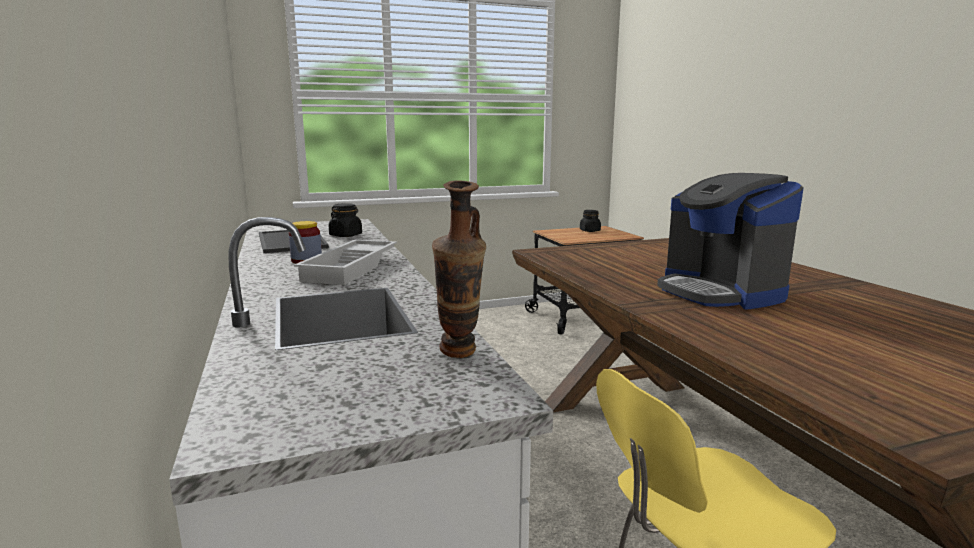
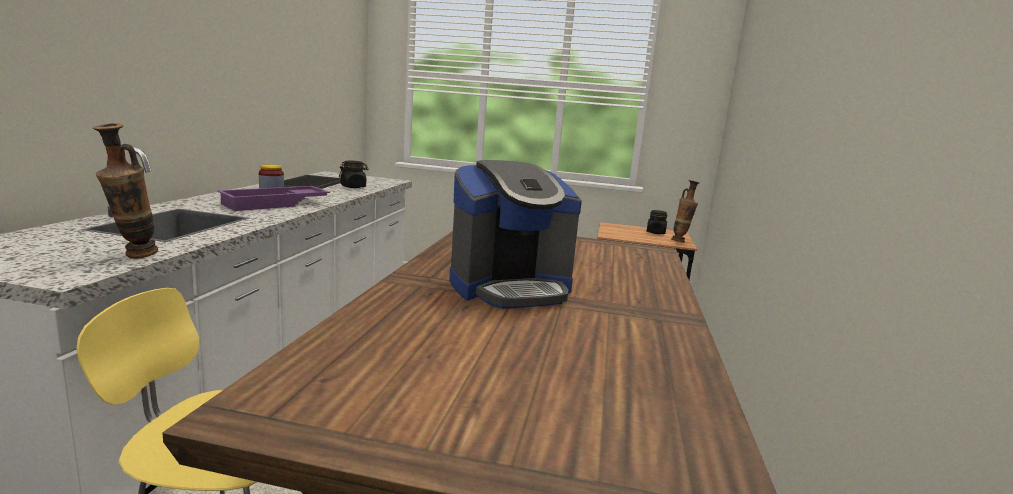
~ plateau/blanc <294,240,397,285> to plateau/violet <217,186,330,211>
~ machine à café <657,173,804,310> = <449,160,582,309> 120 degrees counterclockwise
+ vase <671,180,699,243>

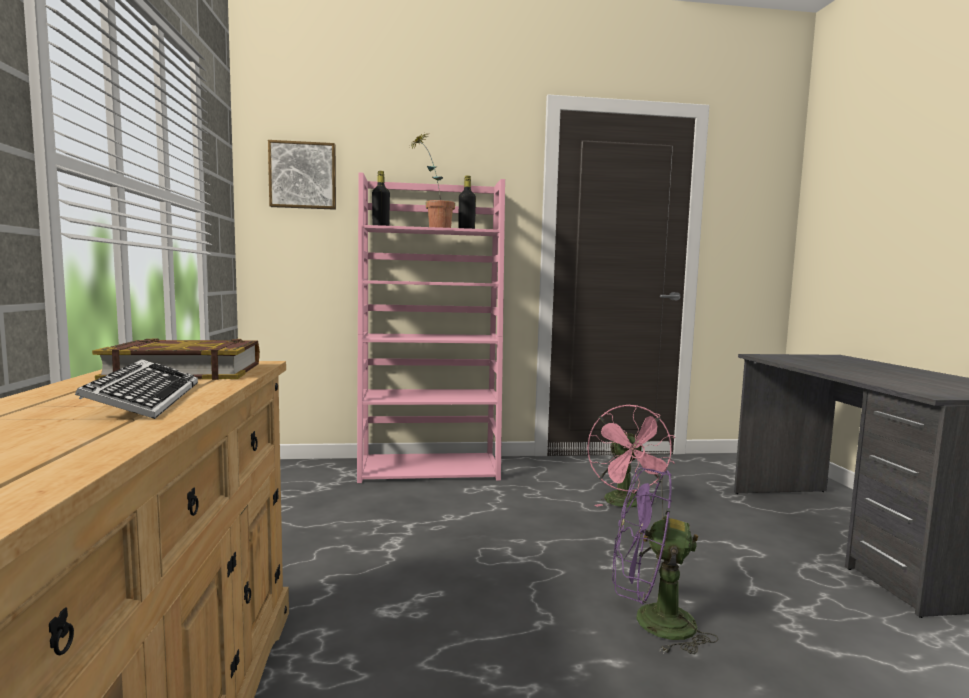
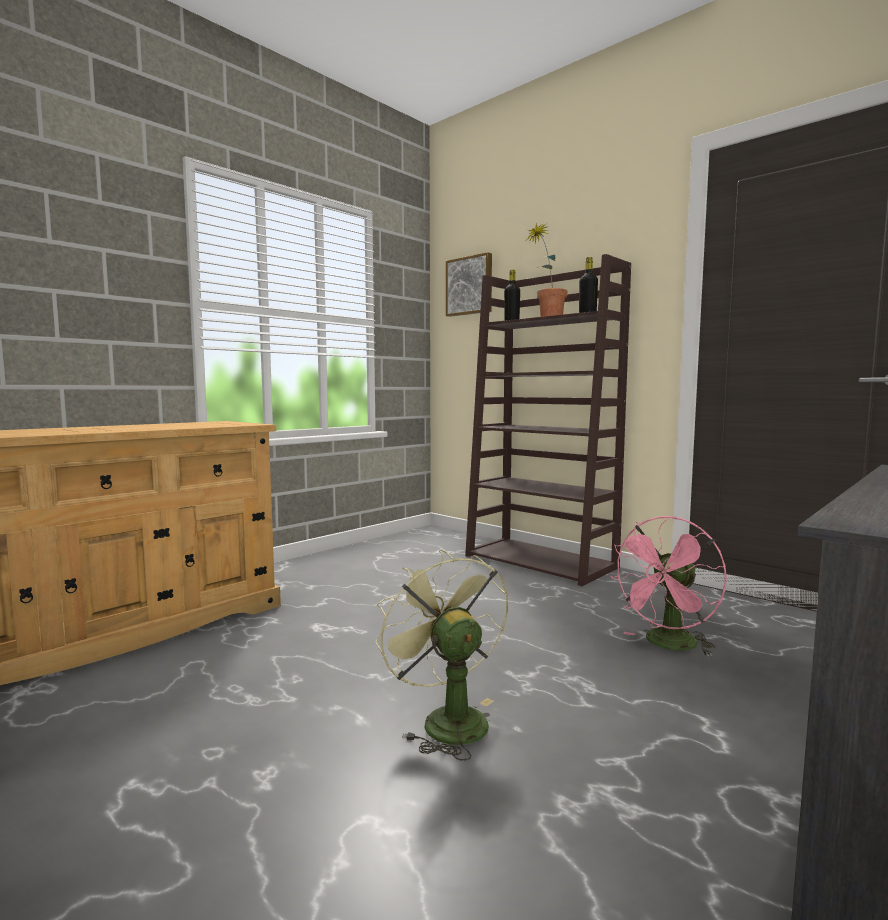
~ ventilateur/violet <612,467,718,654> to ventilateur/vert <375,549,508,761>
~ bibliothèque/rose <357,173,505,483> to bibliothèque/marron <465,254,631,586>
- clavier <75,359,198,419>
- livre <92,338,260,380>

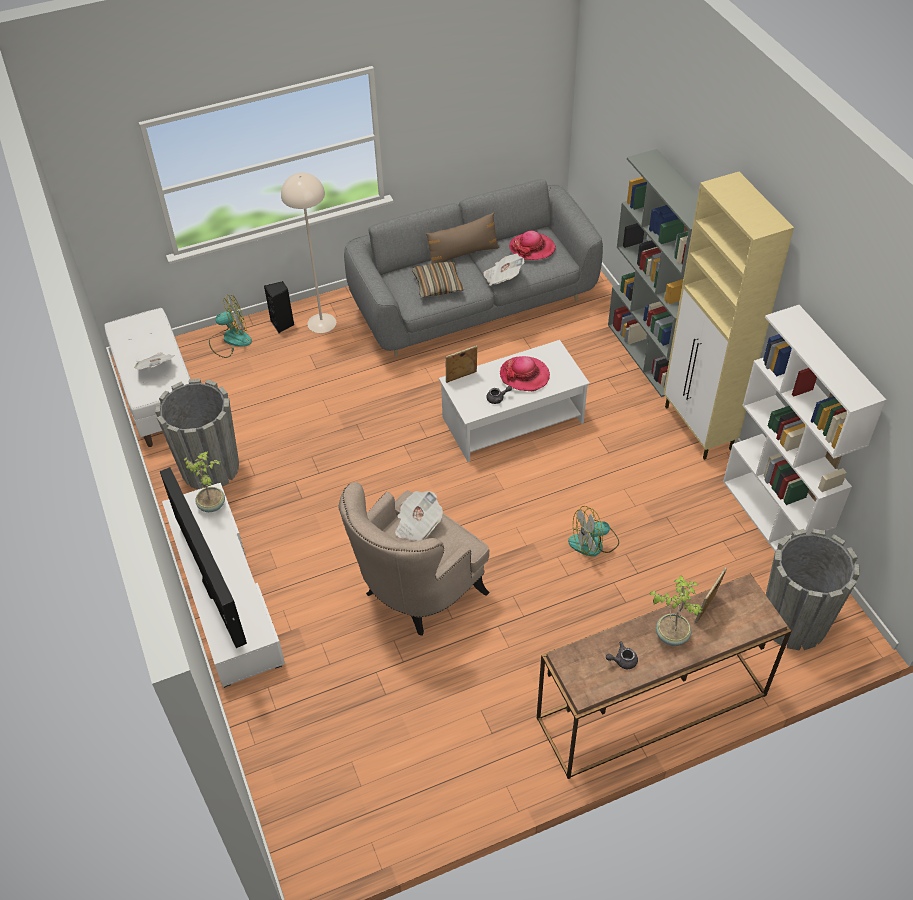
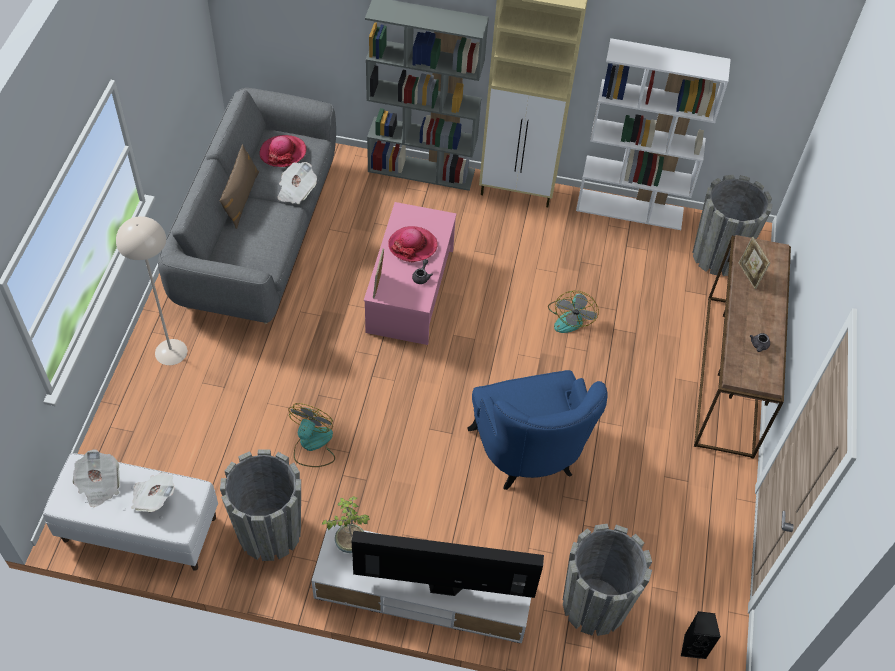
~ journal <395,491,443,541> to <72,449,120,507>
~ ventilateur <209,295,252,358> to <288,403,335,467>
~ table basse/blanc <439,340,590,462> to table basse/rose <364,202,457,345>
~ fauteuil/beige <338,482,490,636> to fauteuil/bleu <467,370,608,490>
+ cache-pot/gris <563,524,652,636>
~ enceinte/noir <264,281,294,333> to <681,611,721,659>
- coussin <412,261,465,298>
- plante en pot <650,575,703,646>

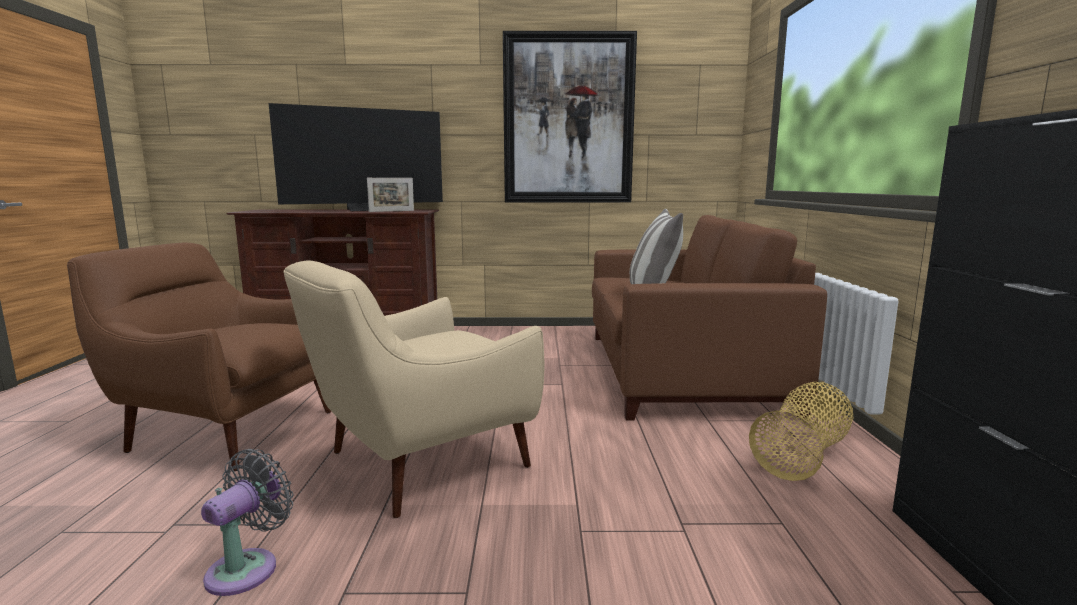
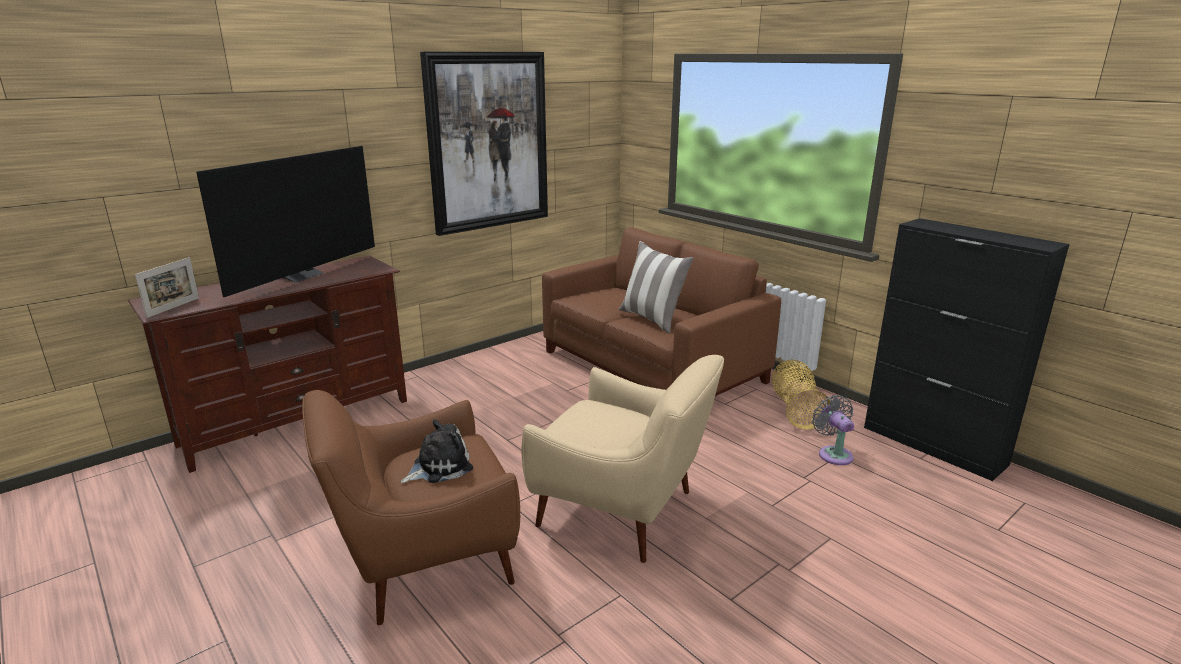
~ cadre photo <367,178,414,212> to <135,257,199,318>
+ peluche <400,419,473,483>
~ fauteuil/beige <283,261,544,518> = <522,355,724,563> 75 degrees counterclockwise
~ ventilateur/gris <201,449,293,596> to <812,395,854,465>

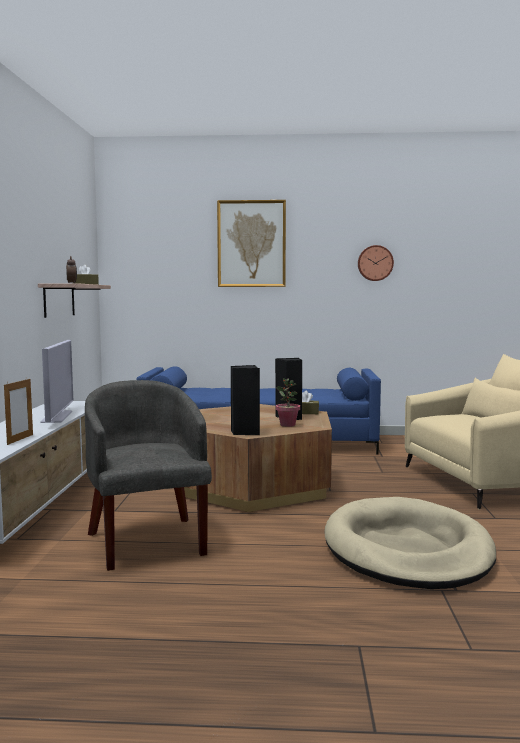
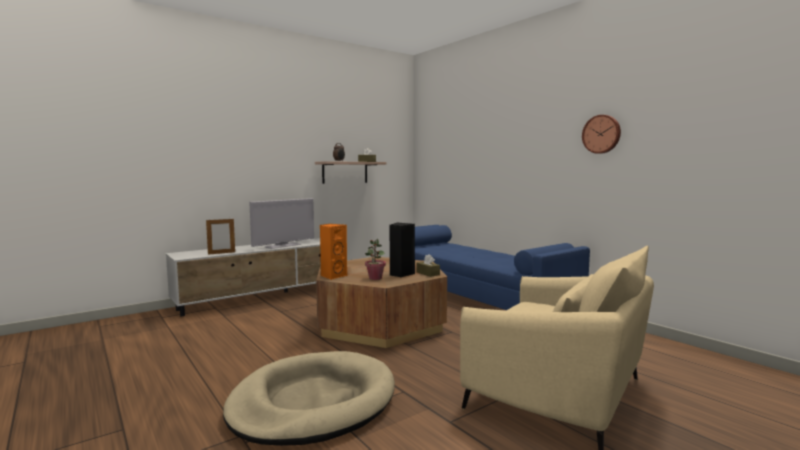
~ enceinte/noir <231,365,260,435> to enceinte/orange <320,224,347,280>
- fauteuil/gris <85,380,212,571>
- tableau <217,200,286,287>

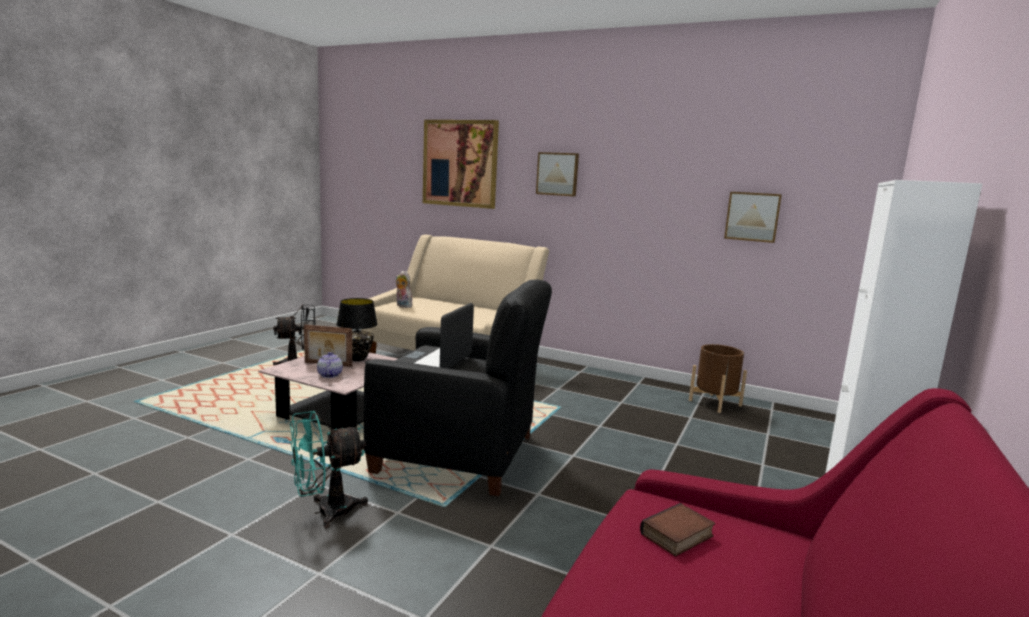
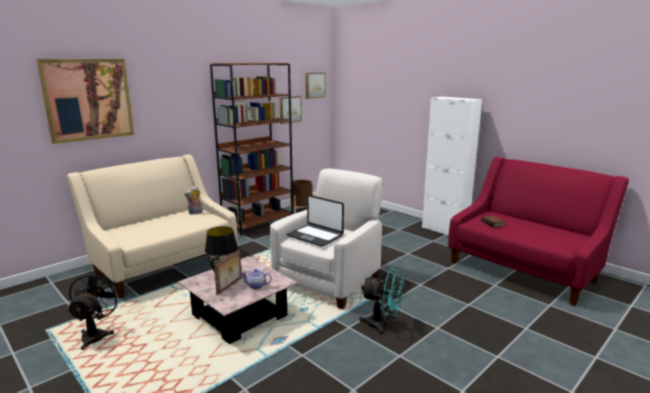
~ peluche <396,271,412,308> to <184,186,203,215>
+ bibliothèque/marron <210,63,293,235>
~ fauteuil/noir <364,280,552,496> to fauteuil/blanc <270,169,383,309>
~ tableau <536,152,579,196> to <305,72,326,99>
~ ventilateur/turquoise <290,411,368,528> = <359,268,404,334> 60 degrees counterclockwise

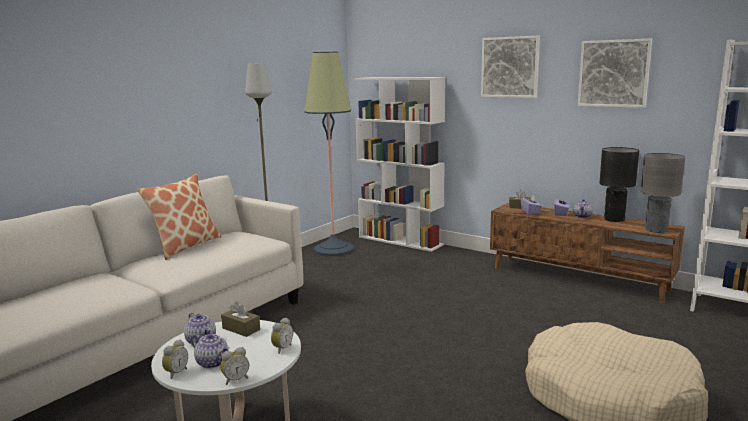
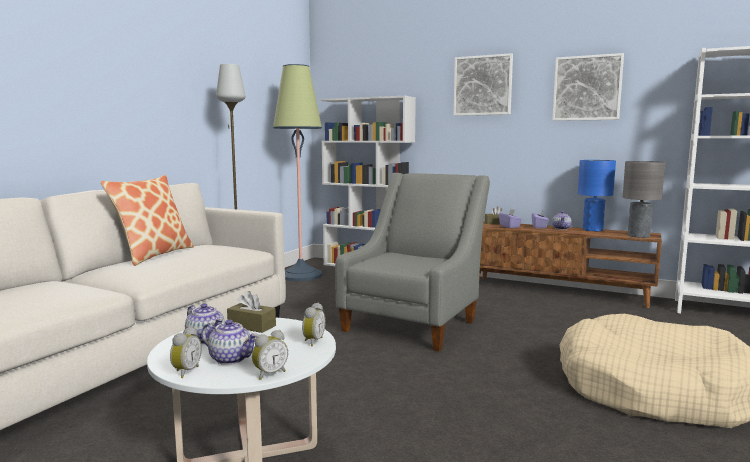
+ fauteuil/gris <335,173,490,352>
~ lampe de table/noir <600,147,639,222> to lampe de table/bleu <578,160,616,231>

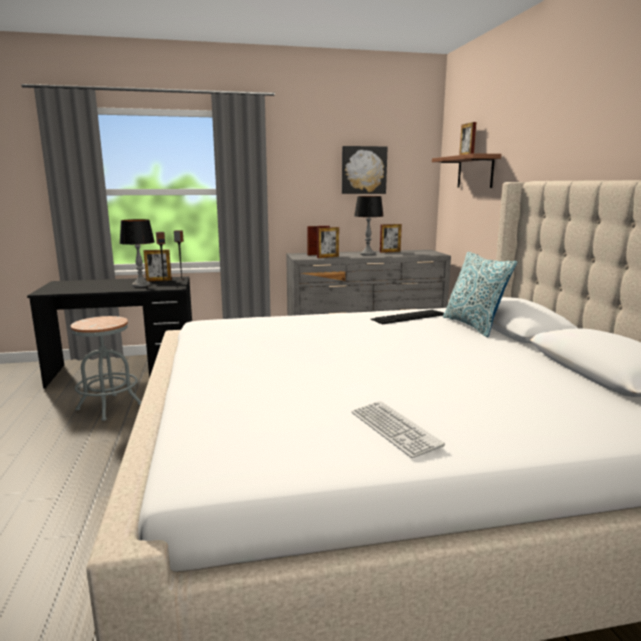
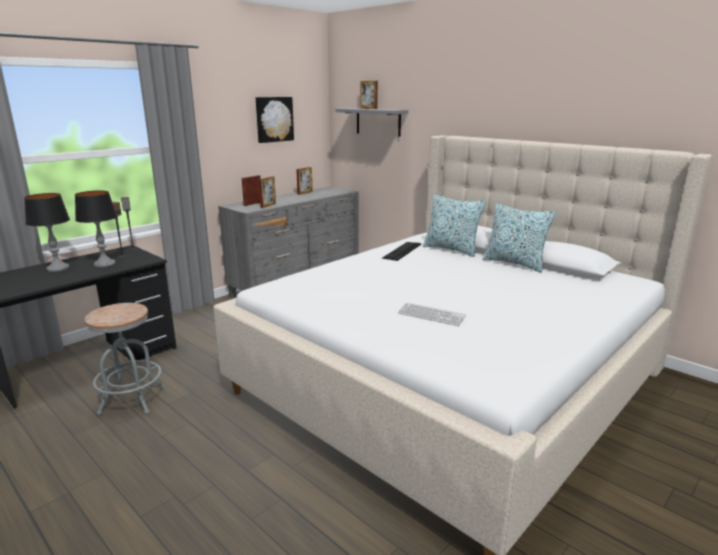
~ lampe de table <354,196,384,256> to <24,193,70,272>
~ étagère/marron <432,153,501,188> to étagère/gris <336,108,409,137>
~ clavier <352,401,445,458> to <398,302,466,326>
+ coussin <483,204,556,272>
- cadre photo <144,250,172,281>

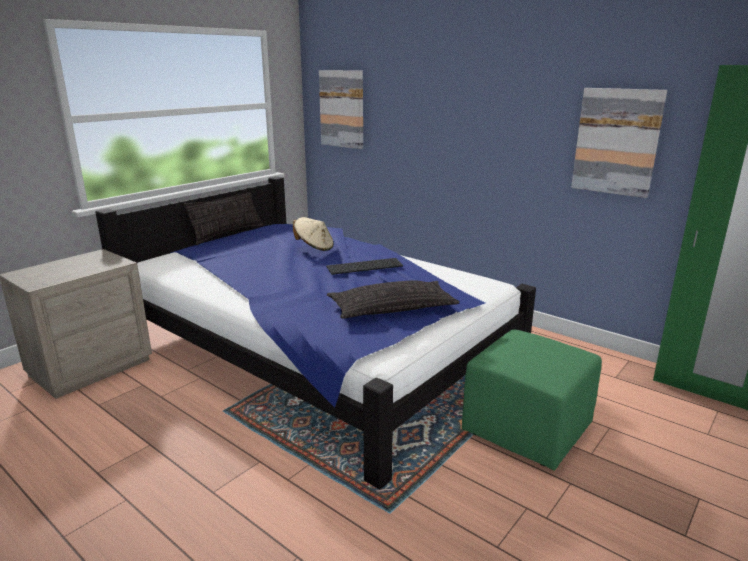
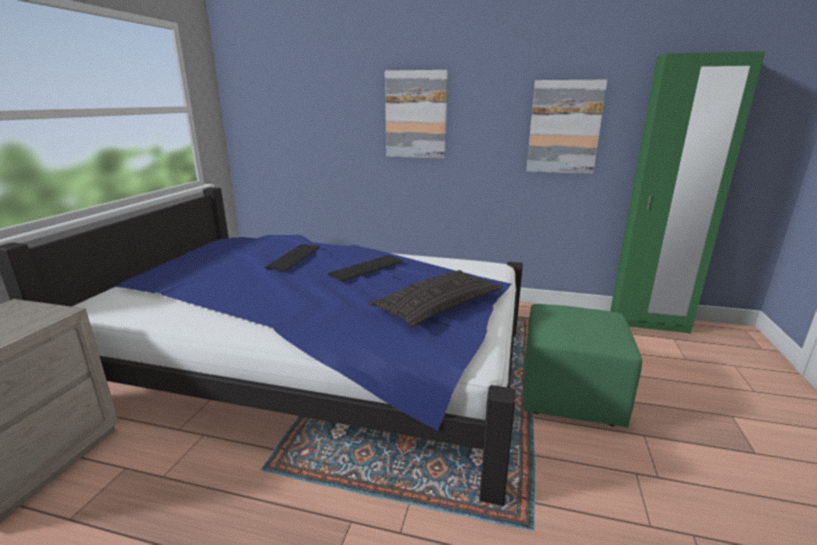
~ chapeau/beige <293,217,334,251> to clavier <265,244,320,271>
~ tableau <319,70,363,149> to <385,70,448,159>
- coussin <183,192,263,245>

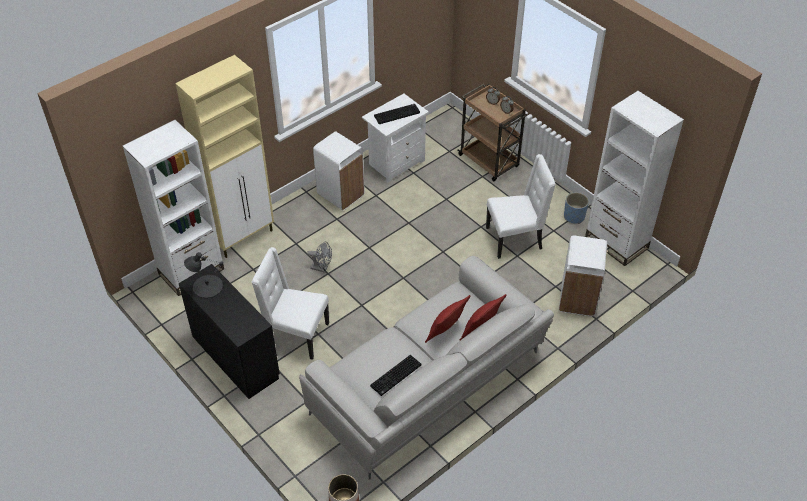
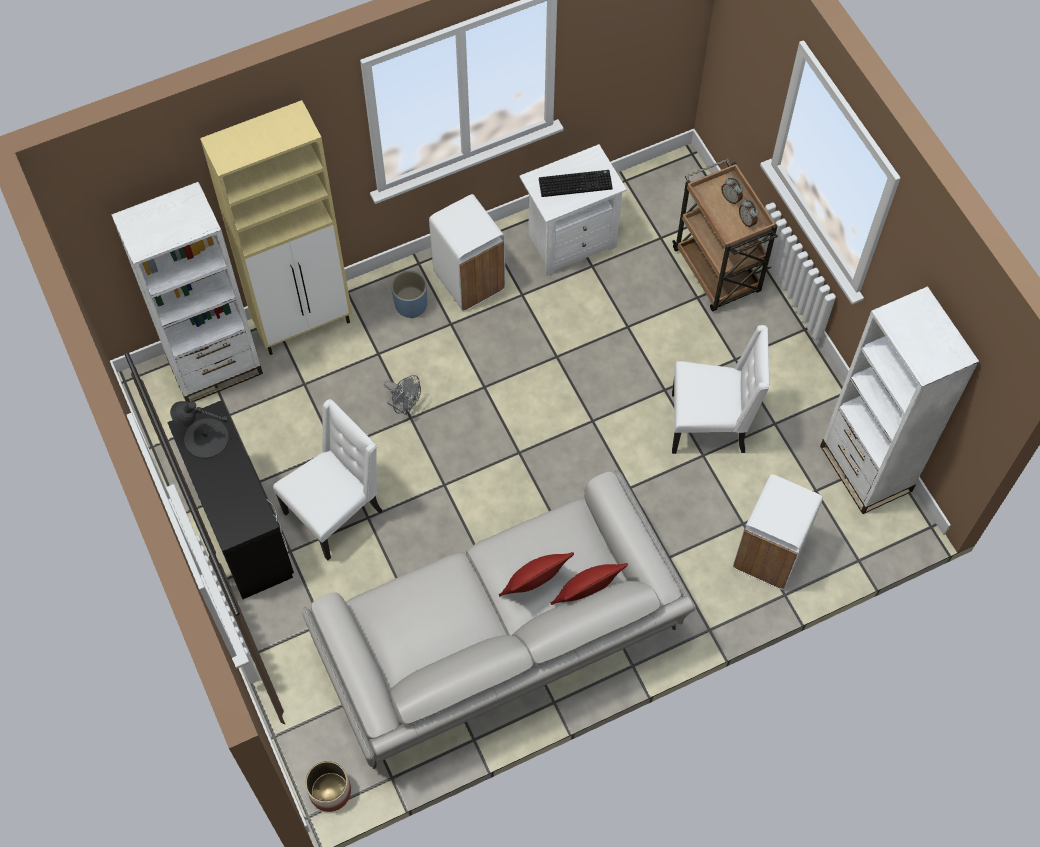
~ chaise/blanc <252,247,329,360> = <273,399,383,560> 105 degrees clockwise
~ cache-pot/bleu <564,192,589,224> to <391,271,427,318>
- clavier <370,355,421,396>

